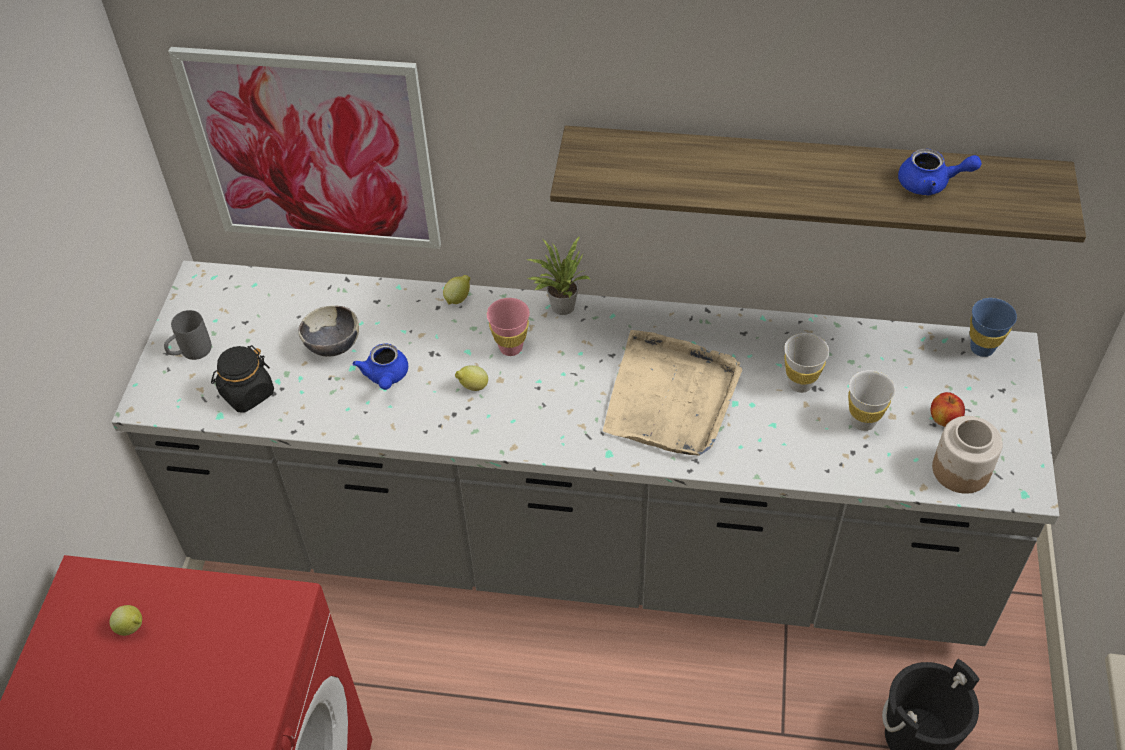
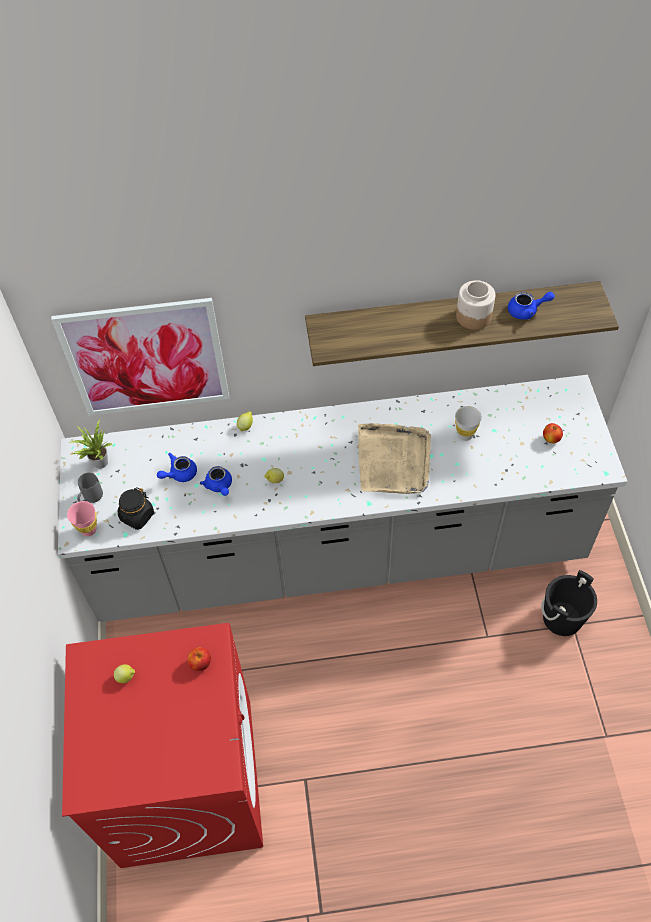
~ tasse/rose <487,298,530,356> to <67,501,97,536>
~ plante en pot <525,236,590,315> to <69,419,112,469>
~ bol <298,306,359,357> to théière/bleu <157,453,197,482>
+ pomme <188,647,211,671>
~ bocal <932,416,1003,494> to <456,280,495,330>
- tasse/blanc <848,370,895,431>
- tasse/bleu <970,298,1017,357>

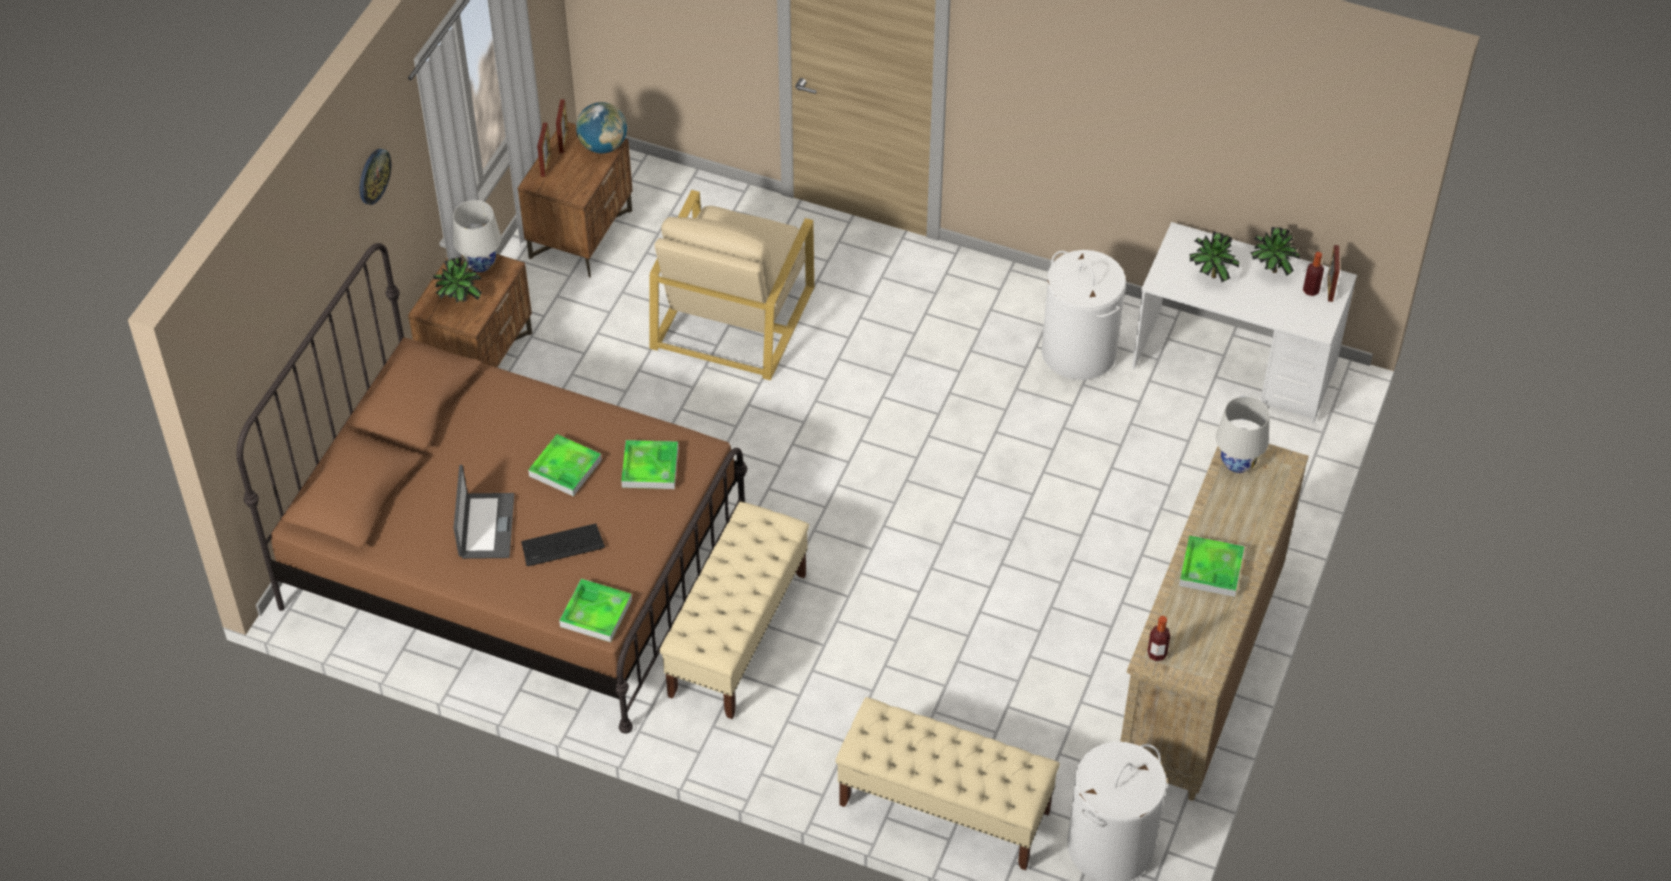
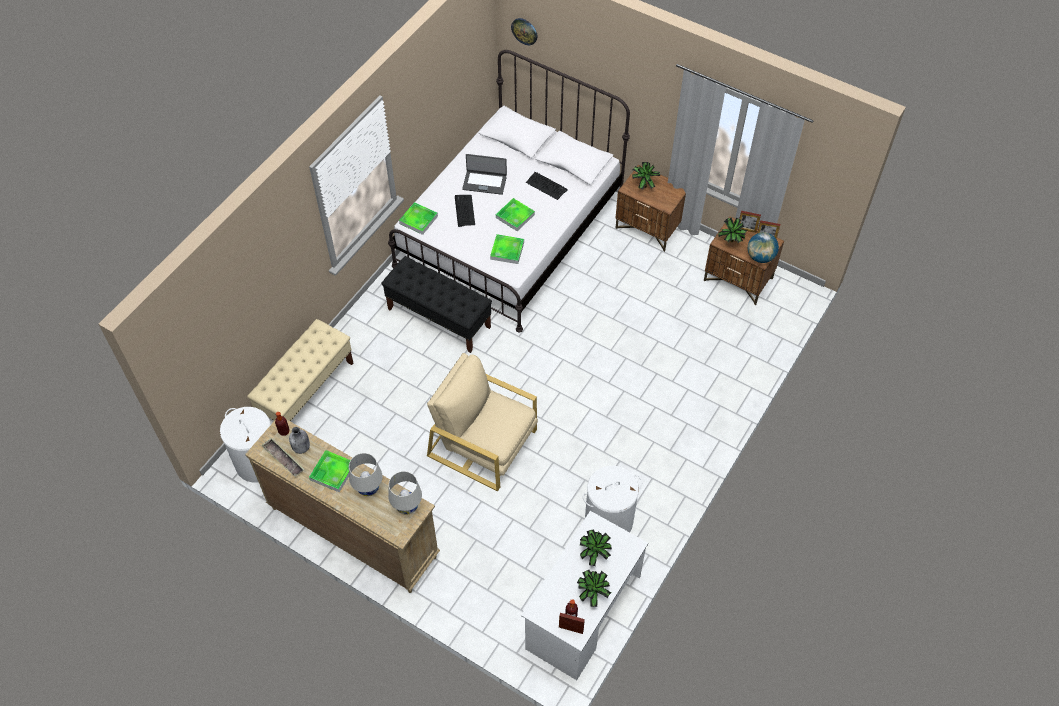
+ plateau <261,438,305,477>
+ bouteille/gris <289,427,310,454>
~ lampe de table/blanc <453,200,501,272> to <349,453,383,496>
~ banc/beige <659,502,809,719> to banc/noir <381,256,492,353>
~ lit/marron <236,243,747,734> to lit/blanc <388,50,630,333>
~ fauteuil/beige <649,190,814,380> to <427,353,538,491>
~ horloge murale <360,149,391,205> to <511,18,538,45>
+ clavier <526,172,568,200>
+ plante en pot <718,217,747,243>

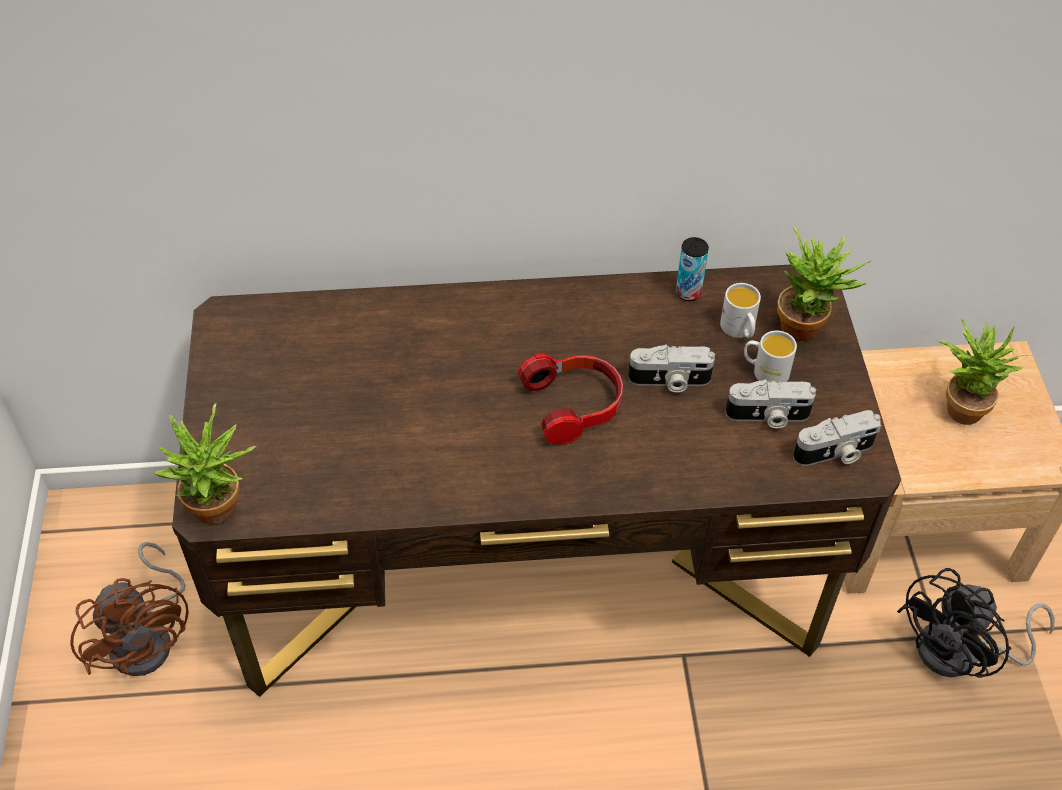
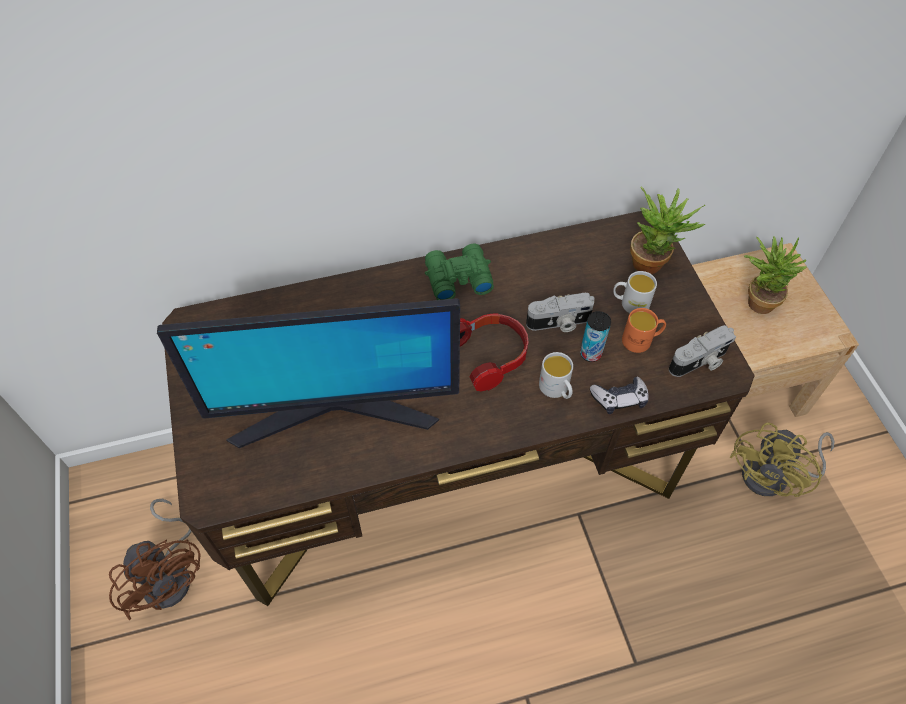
+ écran d'ordinateur <157,298,460,448>
+ jumelles/vert <425,243,494,300>
~ mug/blanc <720,283,761,338> to <539,352,573,399>
~ boîte métallique <676,237,709,301> to <580,311,611,362>
+ manette <590,376,649,414>
~ appareil photo <725,380,816,429> to mug/orange <622,308,666,353>
~ ventilateur/noir <897,568,1055,678> to ventilateur/jaune <730,423,834,497>
- plante en pot <153,403,257,525>

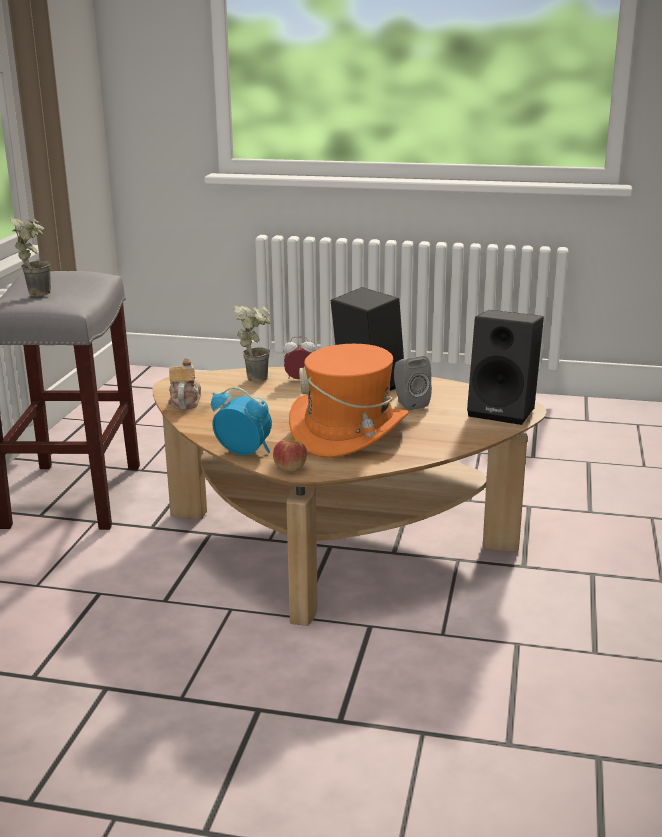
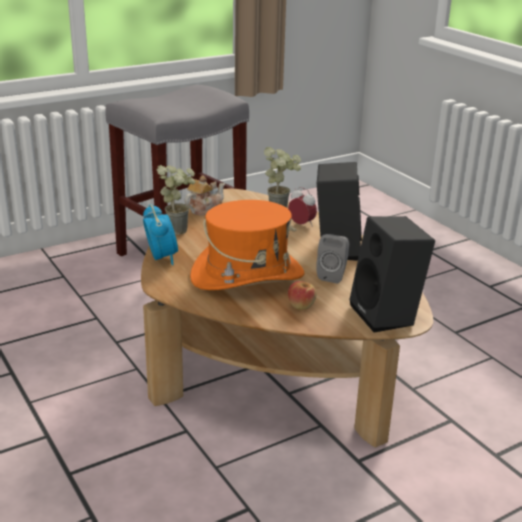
~ plante en pot <9,217,51,296> to <157,165,195,235>
~ pomme <273,440,307,472> to <288,281,316,310>

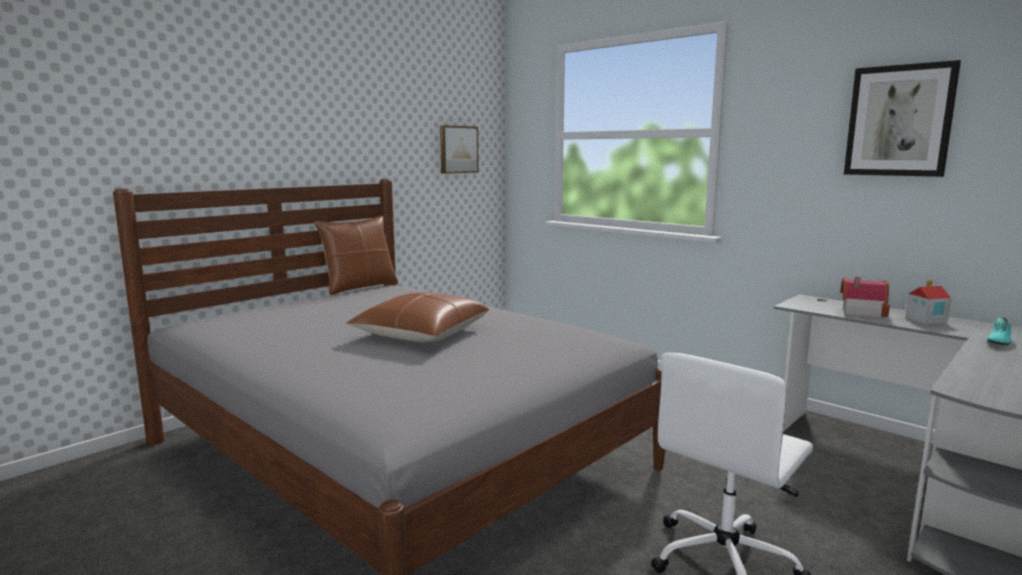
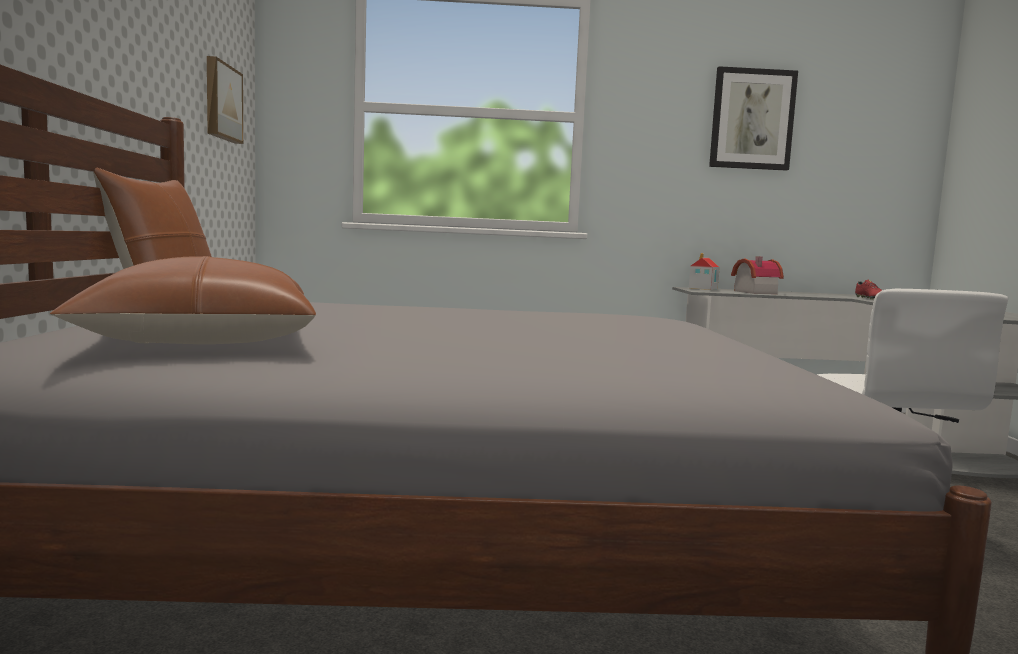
~ coussin/marron <346,292,489,342> to <50,256,316,344>
~ maison miniature <905,280,951,324> to <689,253,719,290>
~ chaussure/turquoise <987,317,1011,346> to chaussure/rouge <855,279,882,300>

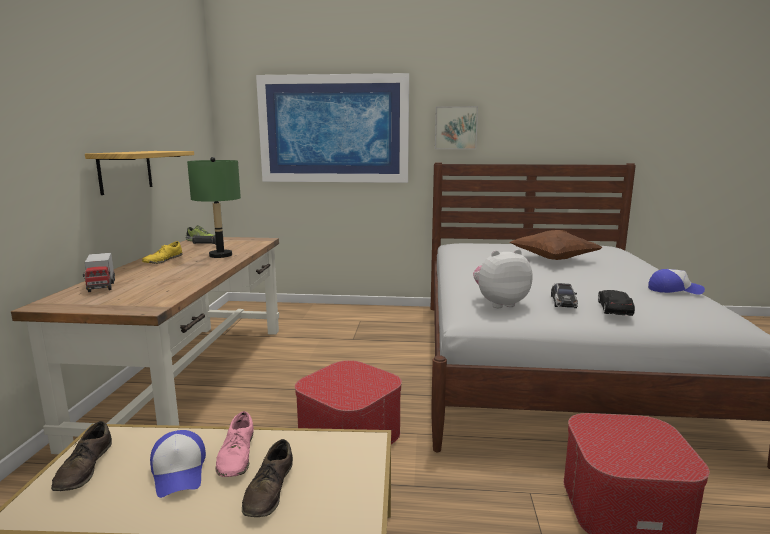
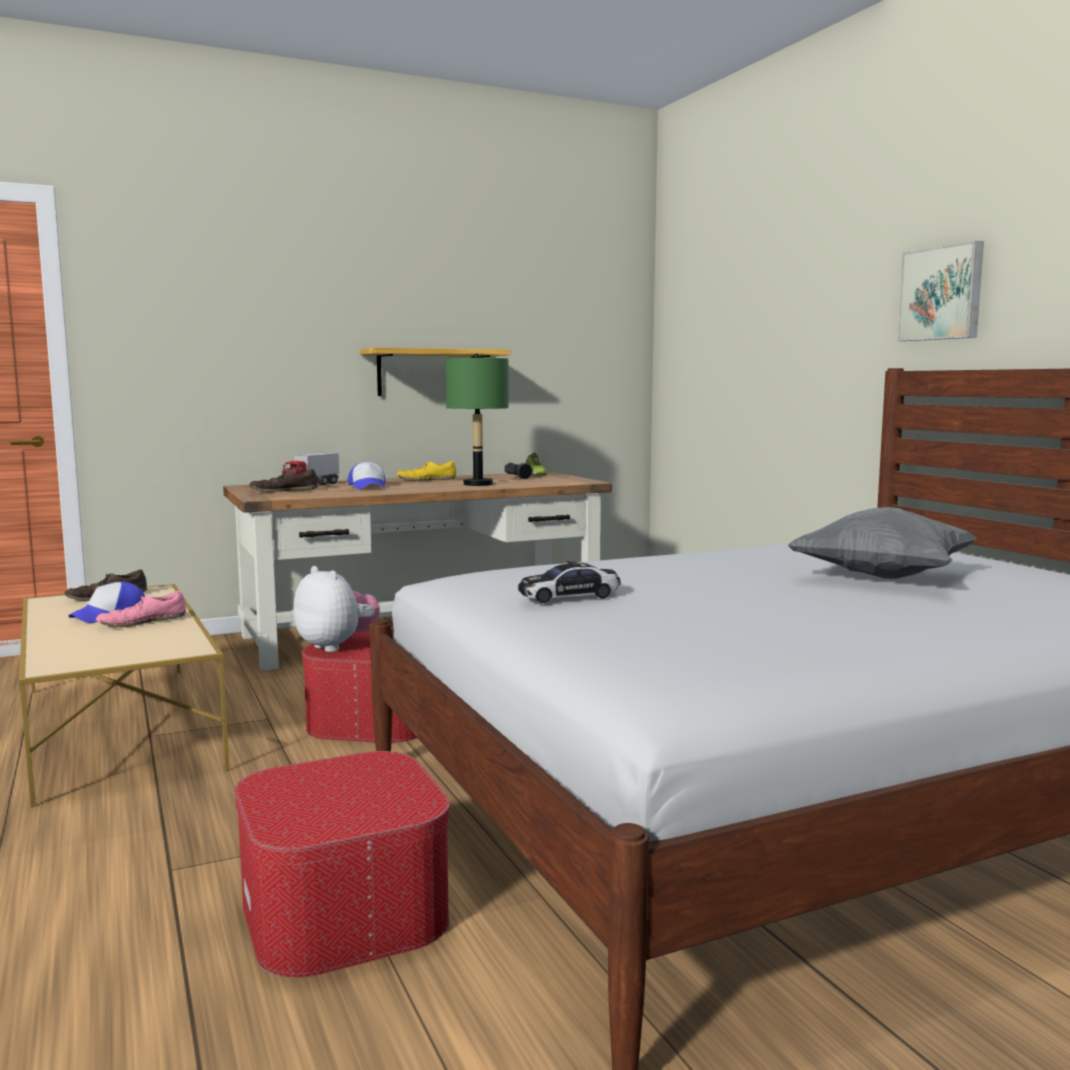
~ chaussure/marron <242,439,293,517> to <249,469,318,492>
~ peluche <473,249,533,308> to <293,566,380,652>
~ casquette <648,269,705,294> to <348,462,386,490>
~ coussin/marron <510,230,603,260> to coussin/gris <787,507,977,579>
- tableau <256,73,409,183>
- petite voiture/noir <598,290,635,316>

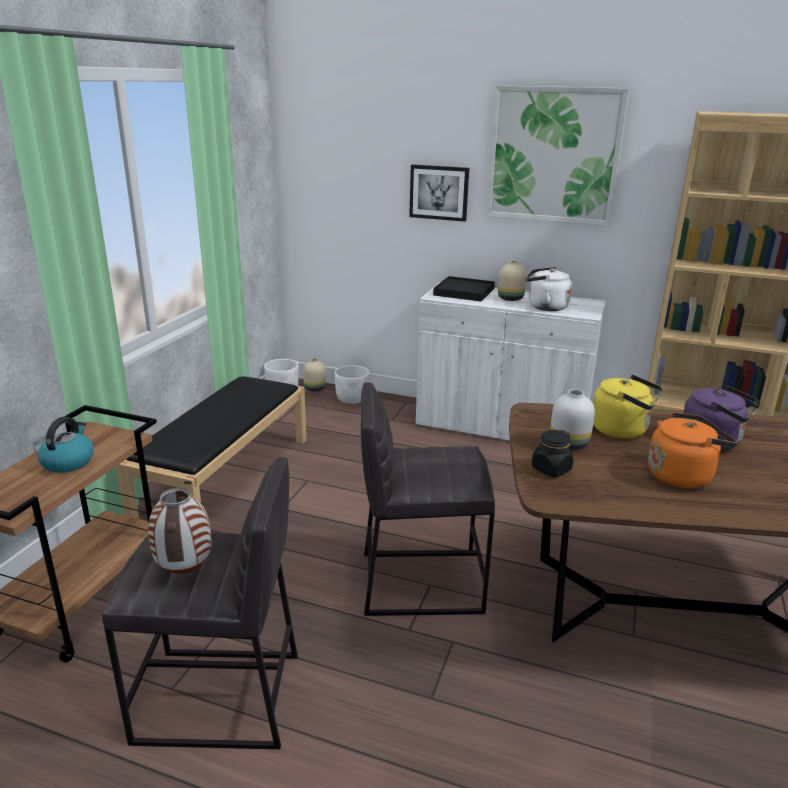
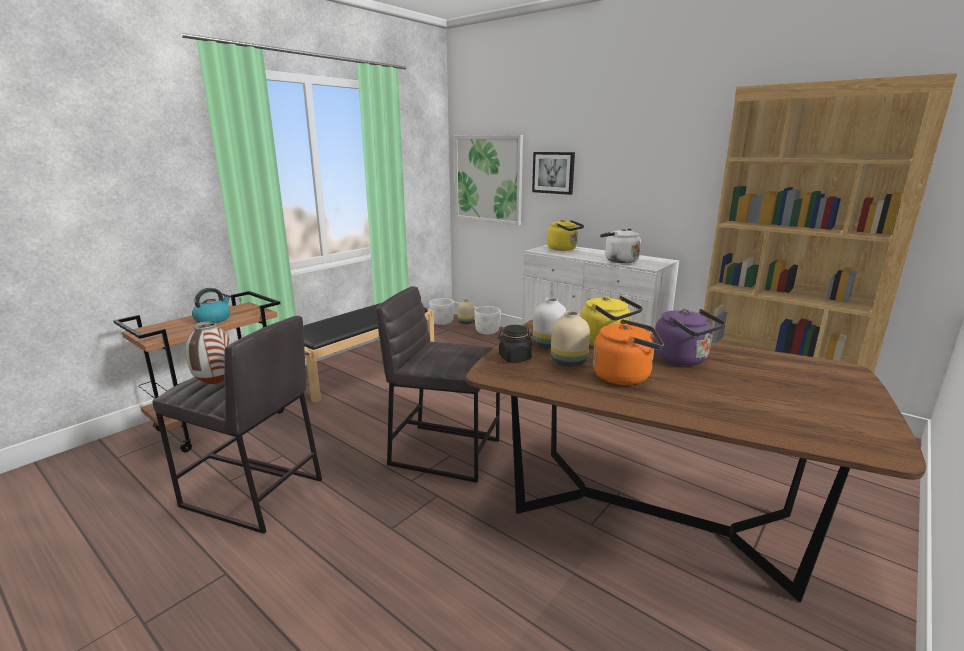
~ tableau <486,85,629,226> to <454,135,523,225>
~ plateau/noir <433,276,495,302> to bouilloire/jaune <547,219,584,251>
~ vase/beige <498,260,527,301> to <551,311,590,367>

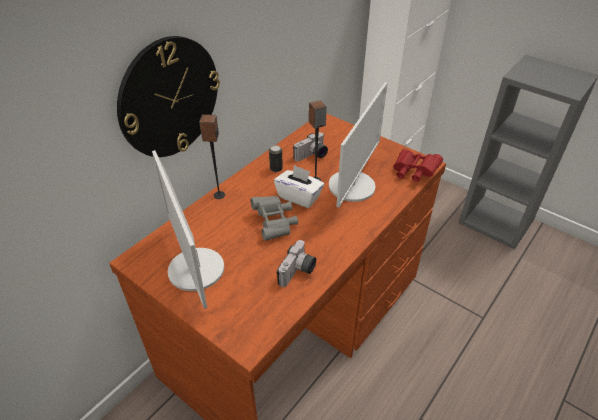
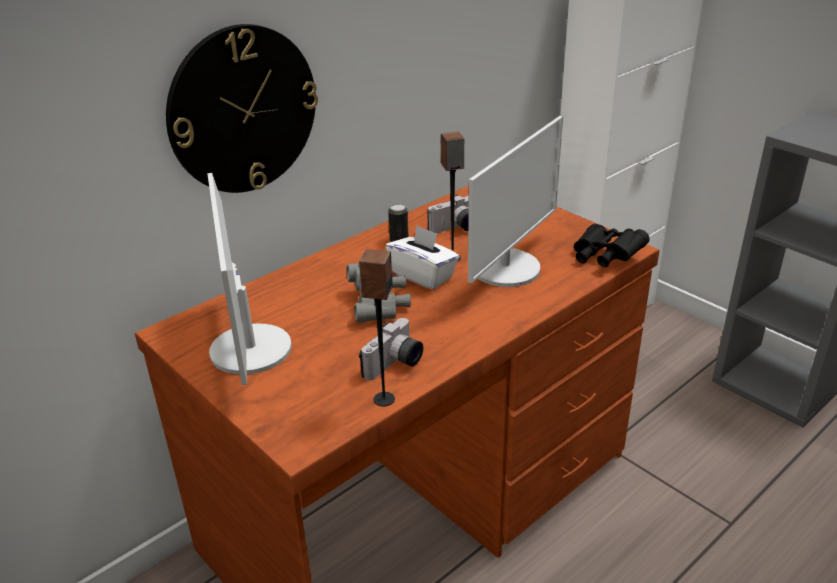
~ enceinte <199,114,225,199> to <359,249,395,407>
~ jumelles/rouge <393,149,443,182> to jumelles/noir <574,224,649,267>

